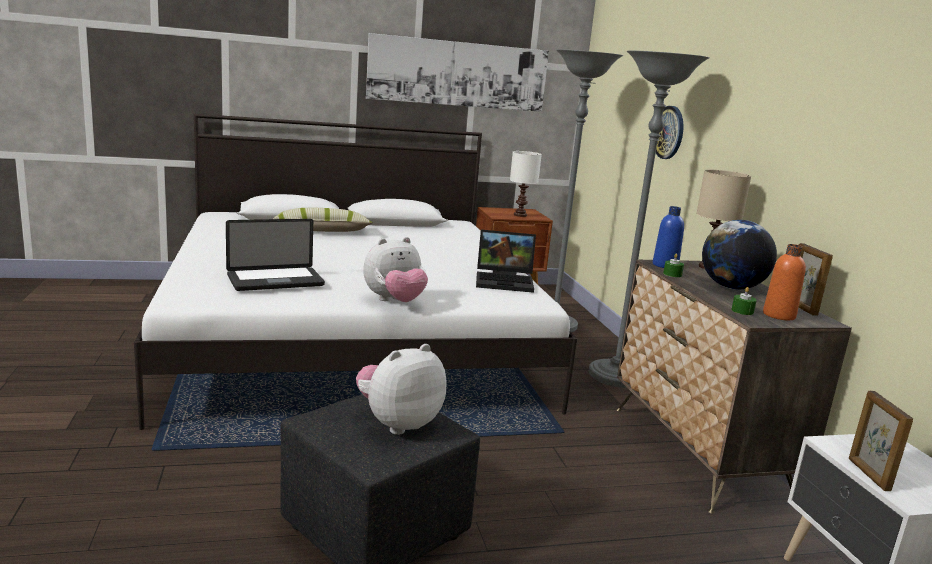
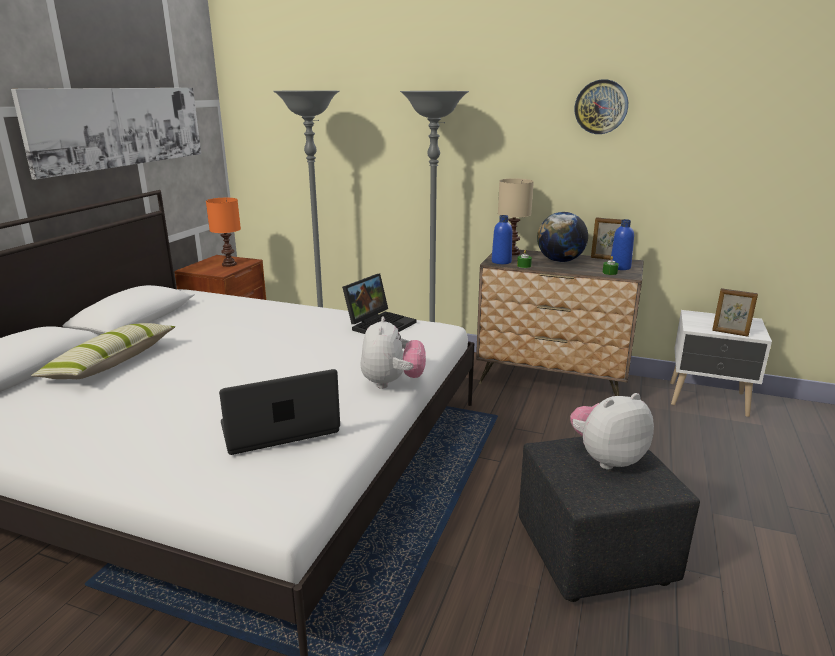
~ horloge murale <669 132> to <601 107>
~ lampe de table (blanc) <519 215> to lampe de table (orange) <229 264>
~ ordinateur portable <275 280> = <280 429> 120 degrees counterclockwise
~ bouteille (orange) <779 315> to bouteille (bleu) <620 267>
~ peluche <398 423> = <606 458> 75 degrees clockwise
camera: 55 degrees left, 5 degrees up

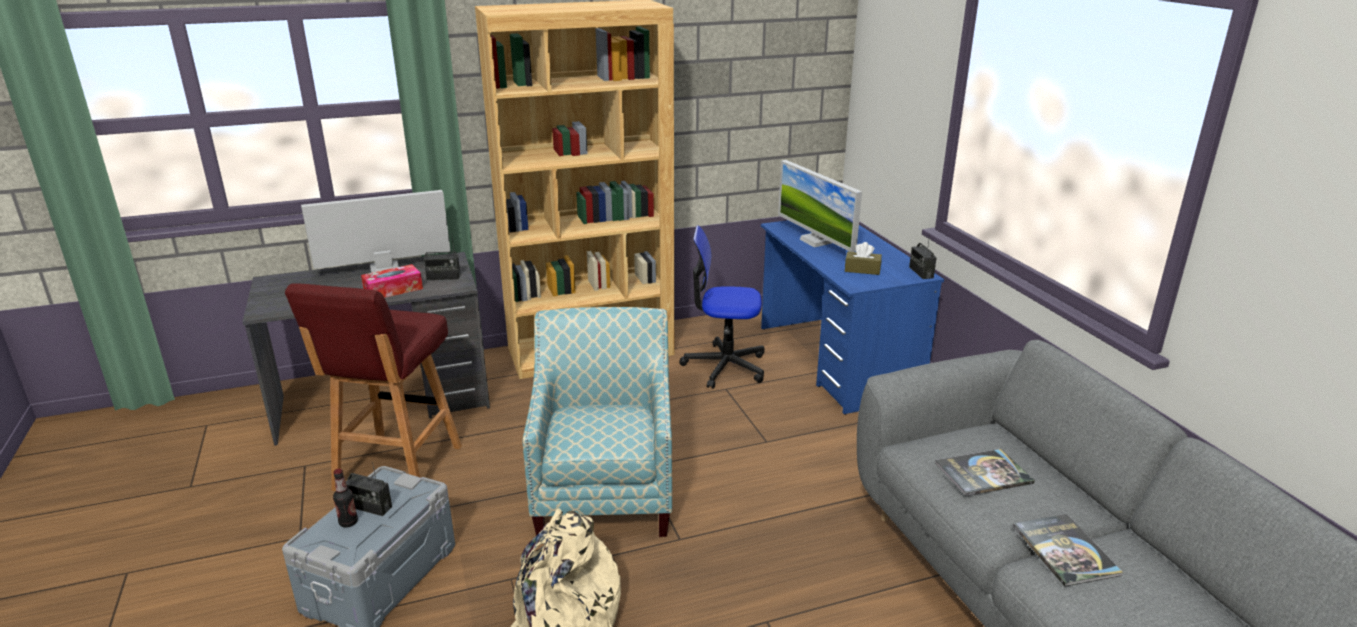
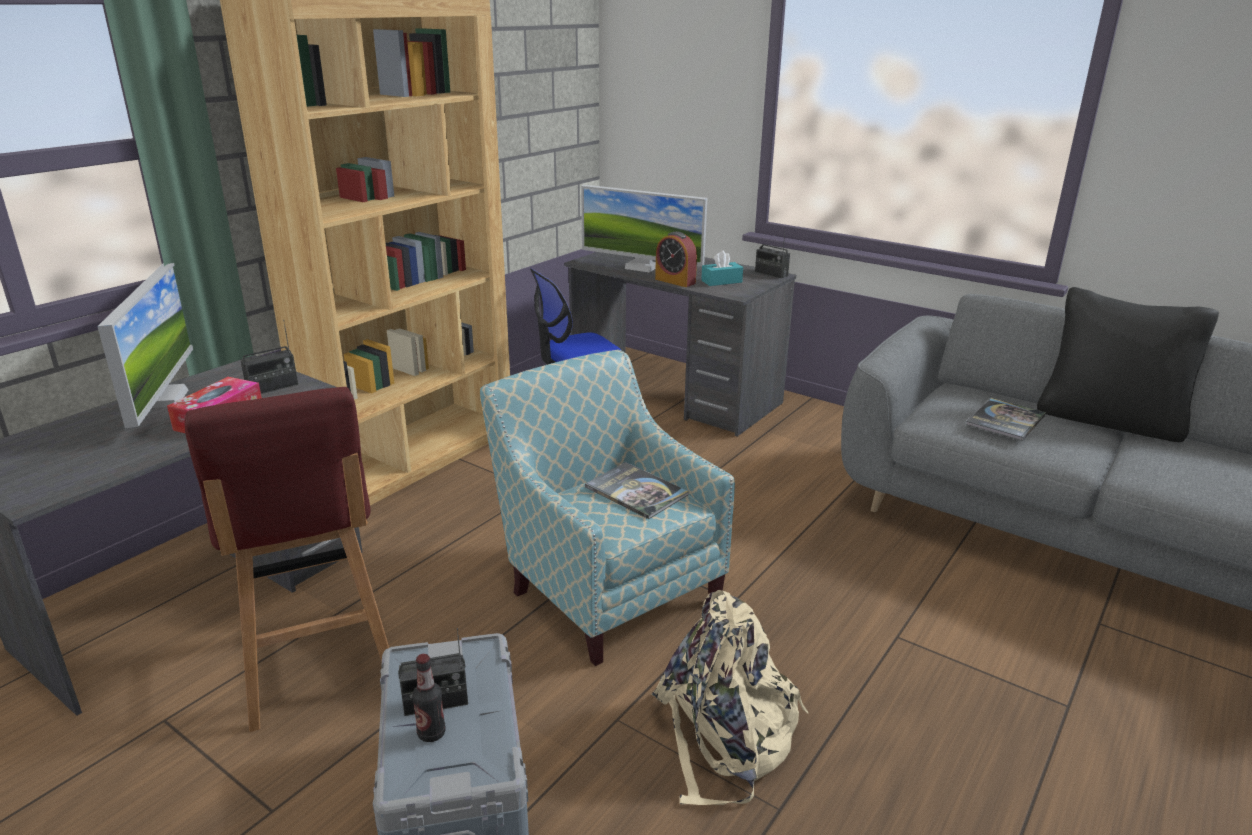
~ écran d'ordinateur <385 269> = <164 399> 135 degrees clockwise
~ bureau (bleu) <836 361> to bureau (gris) <674 394>
~ boîte à mouchoirs (marron) <862 270> to boîte à mouchoirs (turquoise) <721 281>
~ livre <1065 550> to <636 491>
+ réveil <675 281>
+ coussin (noir) <1109 420>
camera: 35 degrees left, 0 degrees up

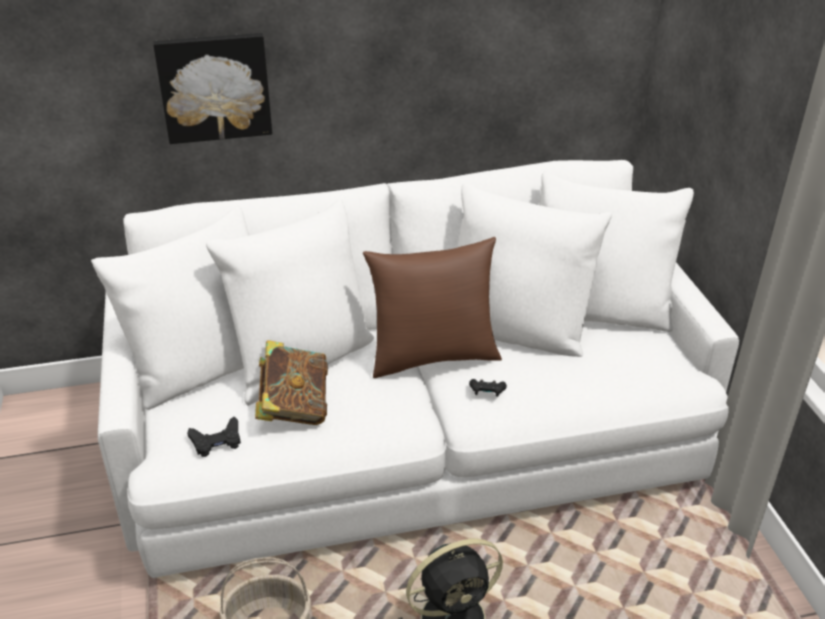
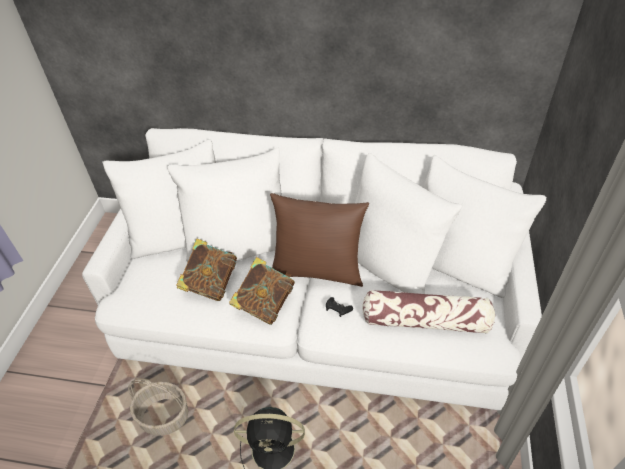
- tableau <214 87>
- manette (noir) <216 441>
+ livre <264 304>
+ coussin <426 321>
camera: 25 degrees right, 10 degrees up

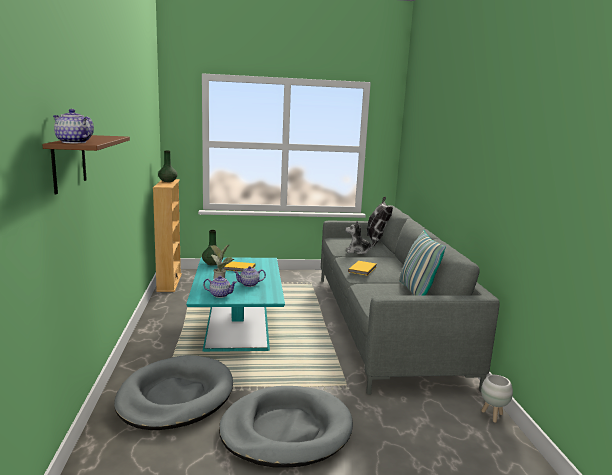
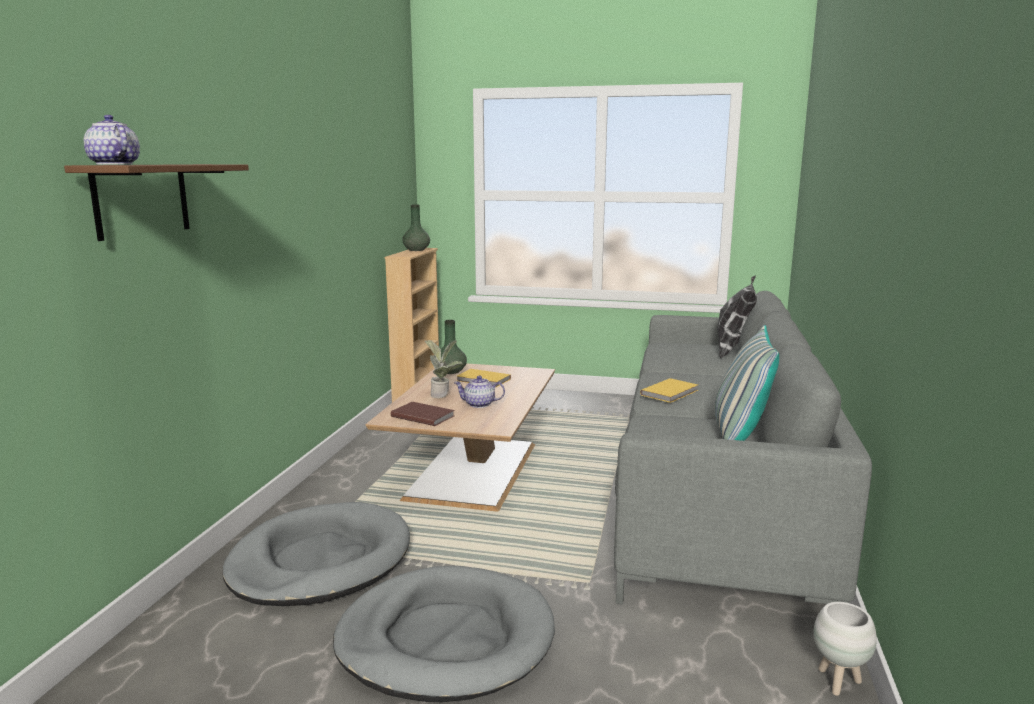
- peluche <358 251>
~ table basse (turquoise) <237 327> to table basse (marron) <473 472>
~ théière <220 295> to livre (marron) <423 416>
camera: 20 degrees right, 0 degrees up

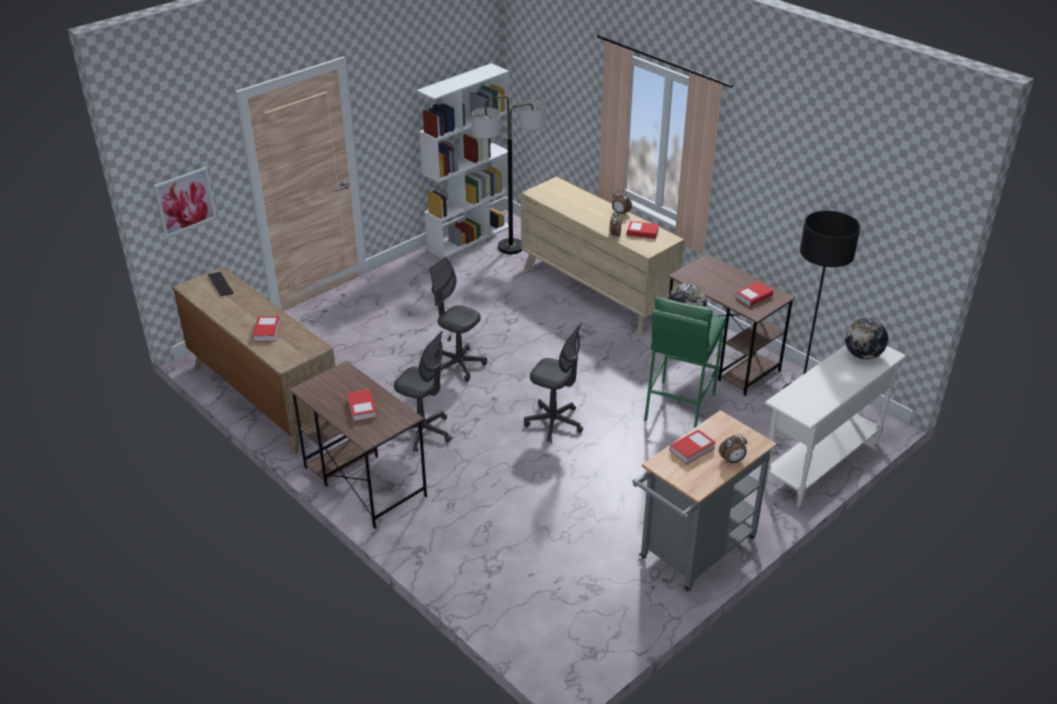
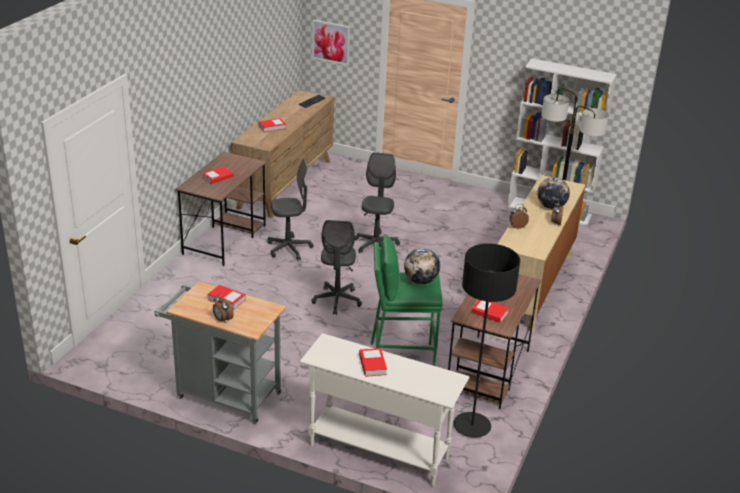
~ livre <642 232> to <372 365>
~ globe <862 355> to <551 207>
~ chaise de bureau (gris) <423 432> = <289 249> 105 degrees counterclockwise
camera: 65 degrees right, 5 degrees down

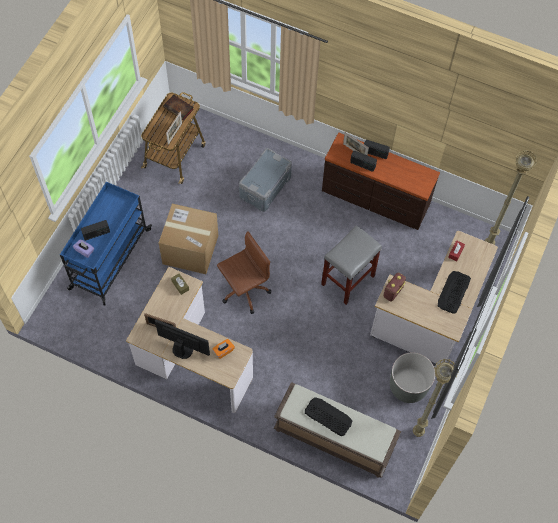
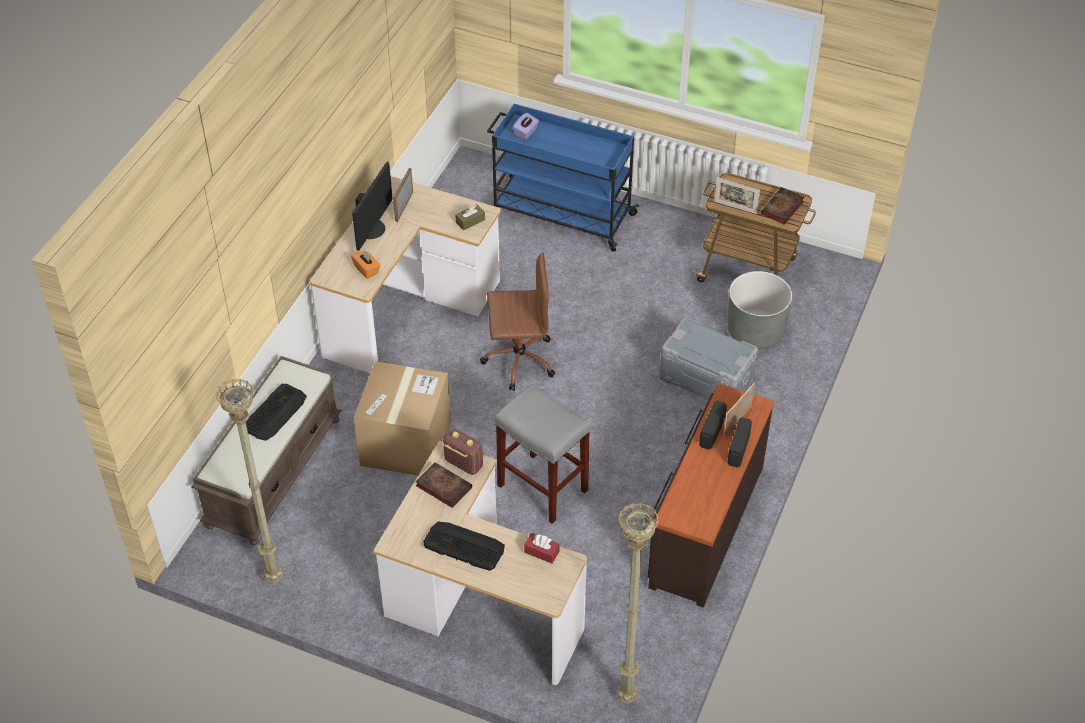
~ carton <190 249> to <406 443>
- radio <96 233>
~ chaise de bureau (marron) <243 290> = <518 360> 60 degrees counterclockwise
~ cache-pot (gris) <408 386> to <755 332>
+ livre <442 486>
camera: 90 degrees right, 15 degrees down

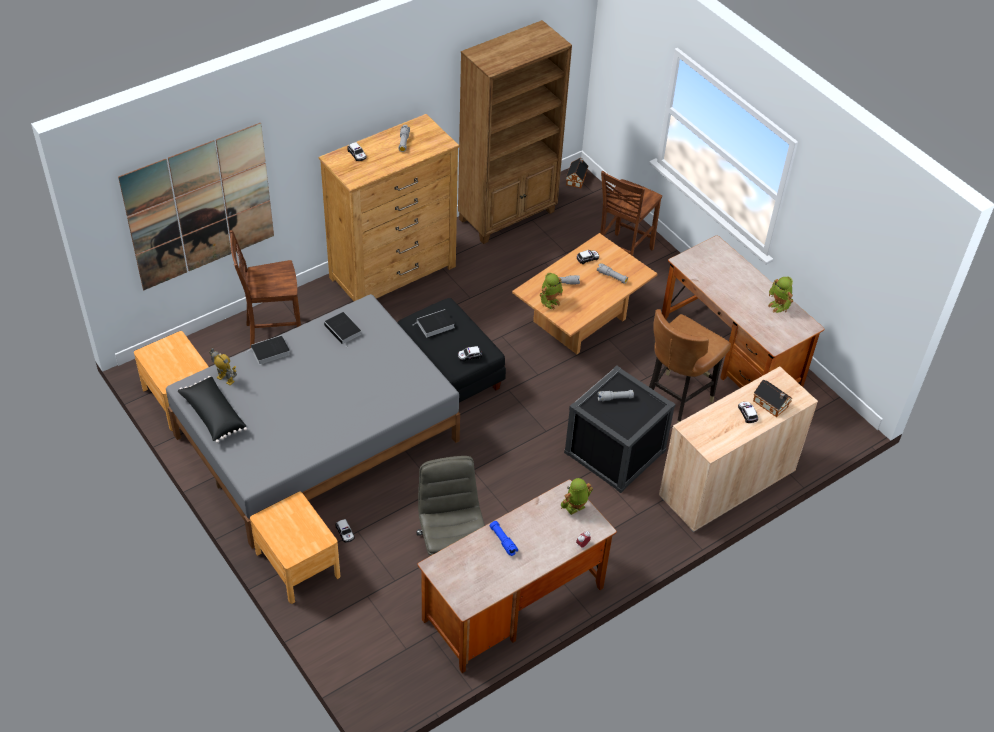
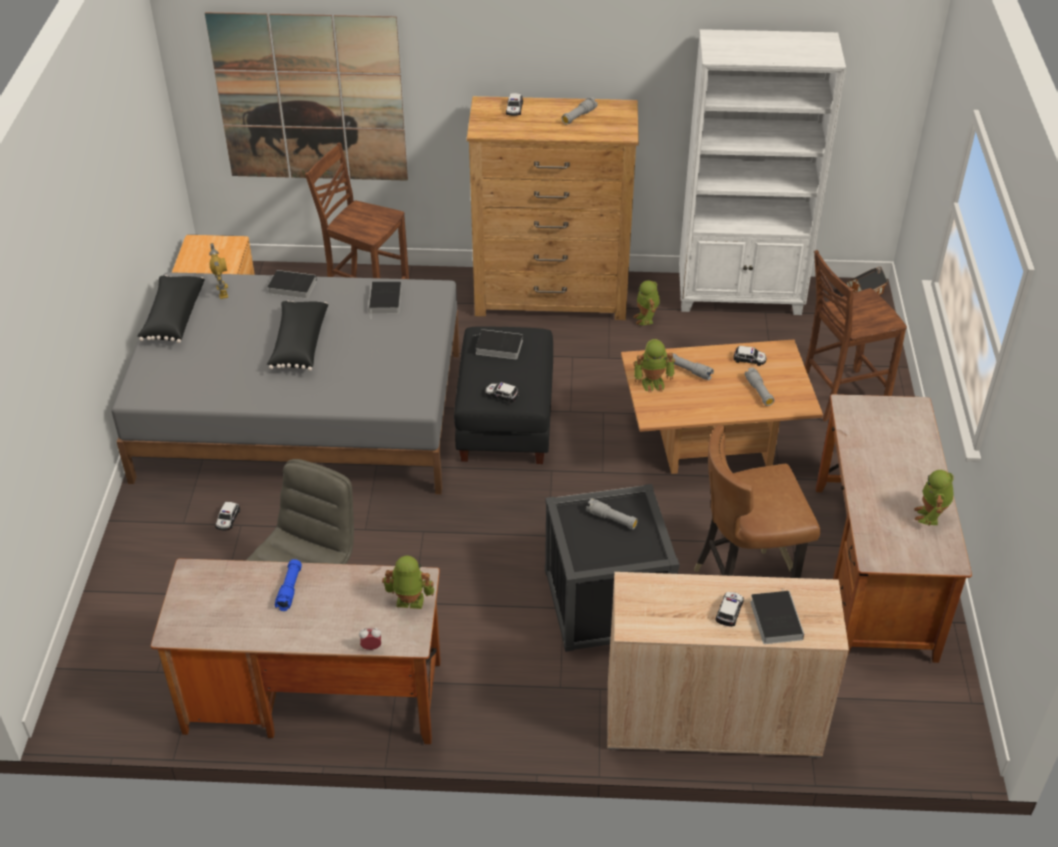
~ bibliothèque (marron) <508 216> to bibliothèque (blanc) <740 296>
~ maison miniature <771 405> to livre <775 618>
- table de chevet (marron) <297 564>
+ robot jouet <646 318>
+ coussin (noir) <298 344>
camera: 40 degrees right, 5 degrees down

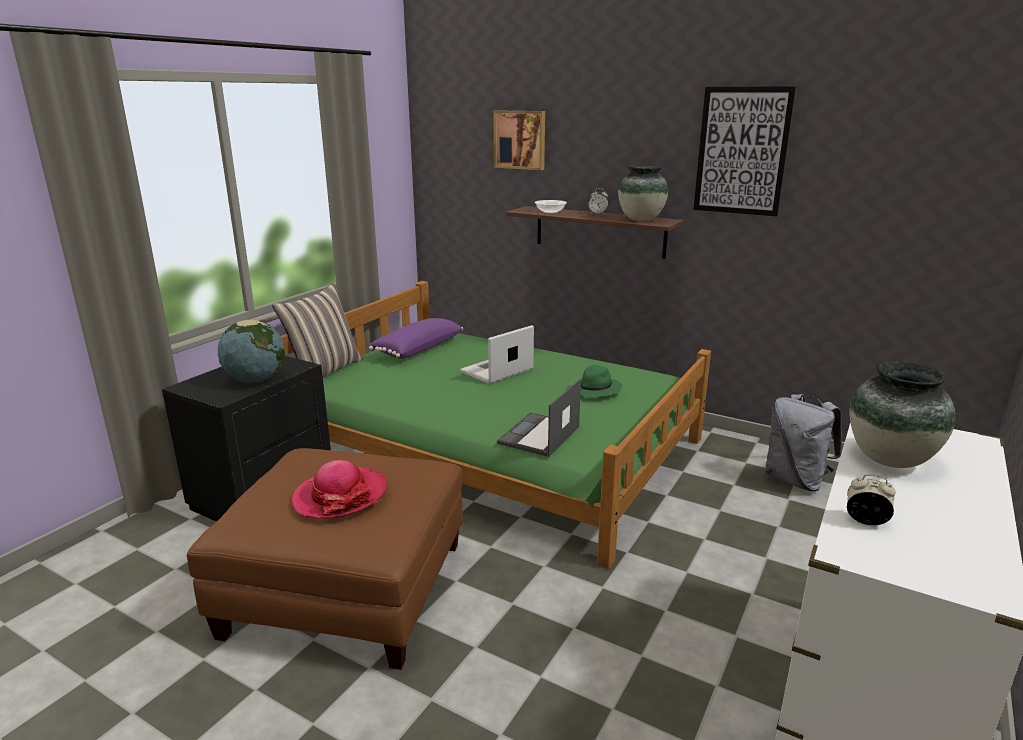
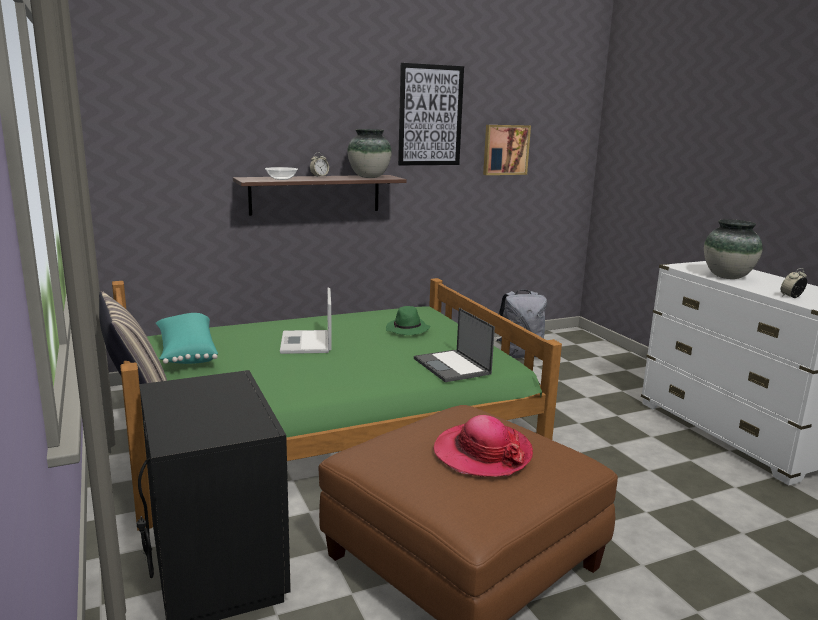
~ tableau <520 140> to <505 149>
~ coussin (violet) <417 349> to coussin (turquoise) <186 352>
- globe <255 380>
camera: 55 degrees left, 5 degrees down

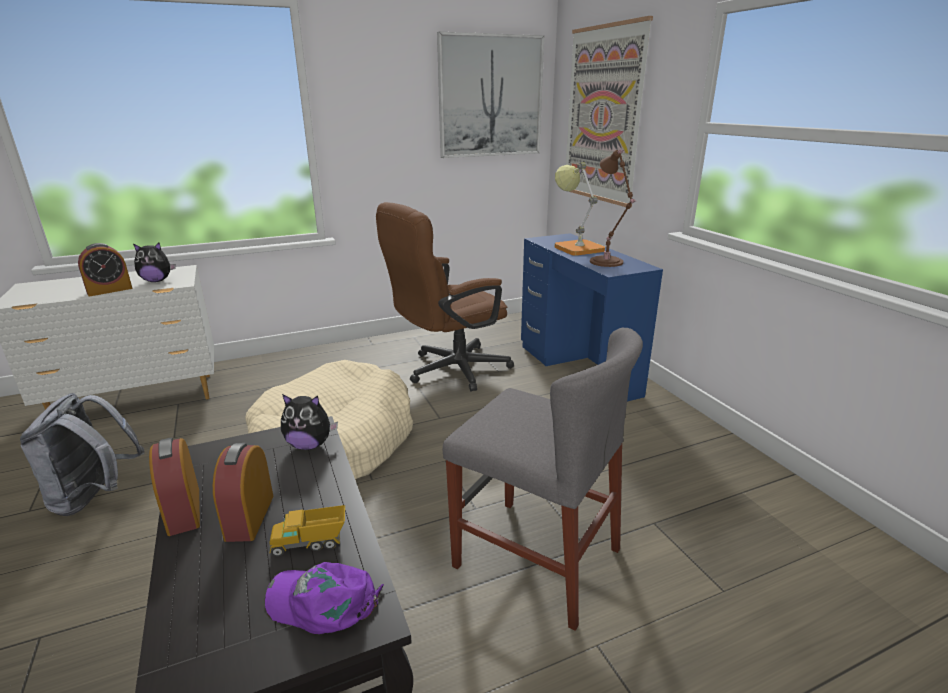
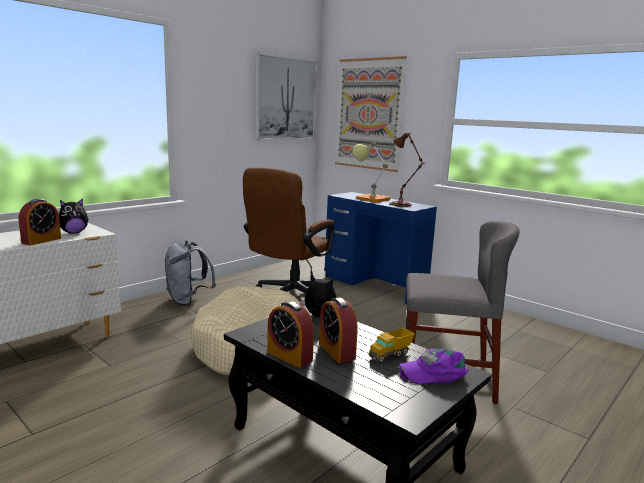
~ sac à dos (gris) <95 497> to <188 301>
~ peluche <310 445> = <318 317> 135 degrees counterclockwise
camera: 25 degrees left, 10 degrees down

